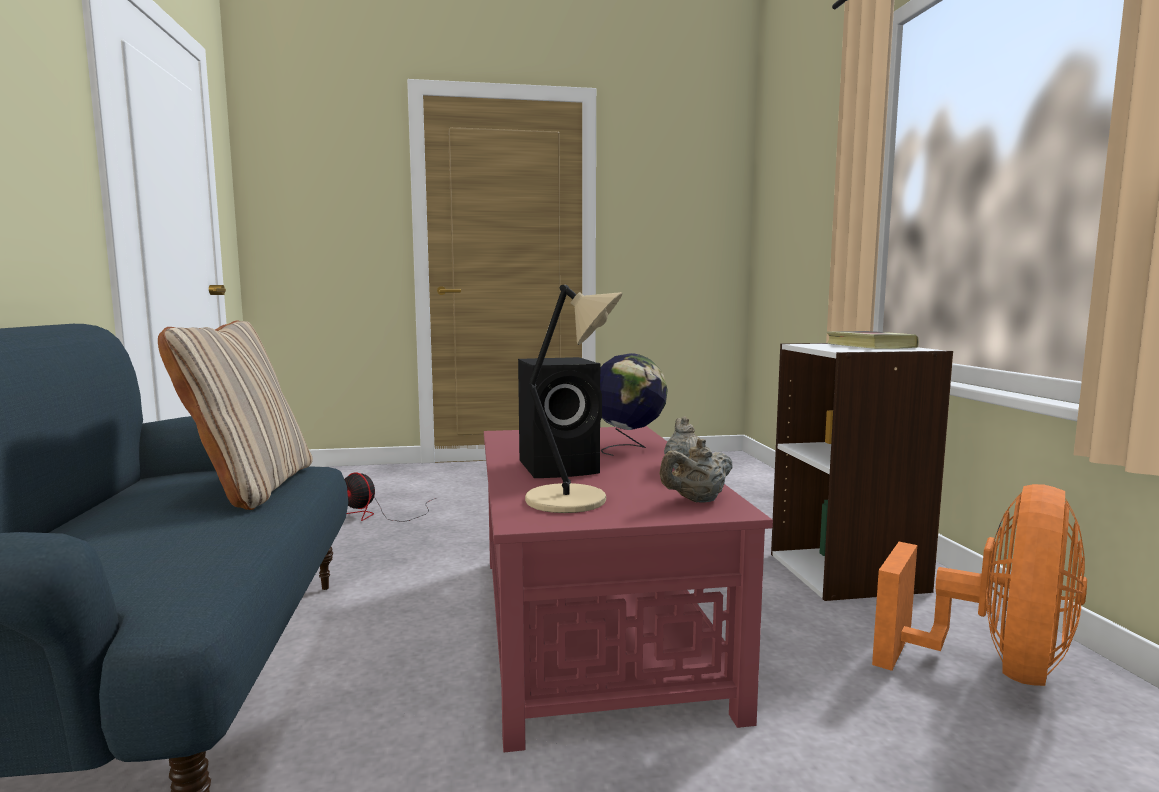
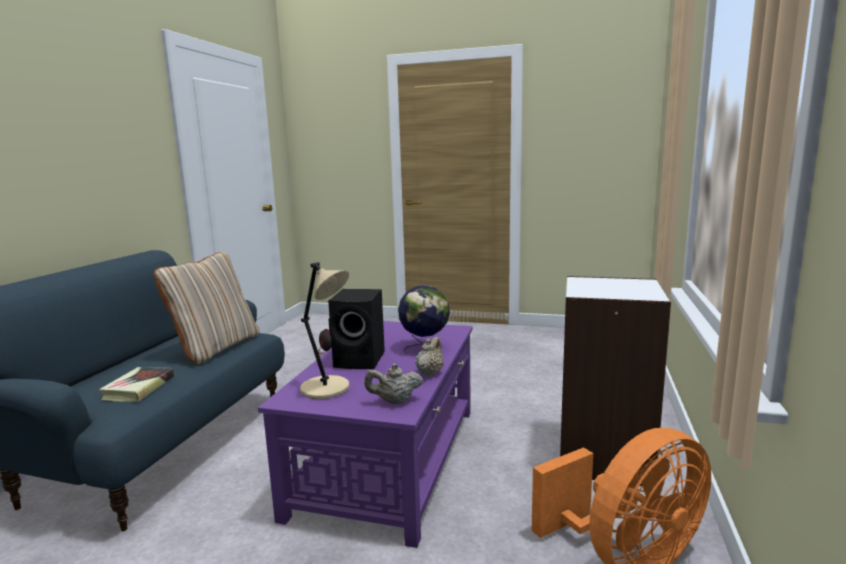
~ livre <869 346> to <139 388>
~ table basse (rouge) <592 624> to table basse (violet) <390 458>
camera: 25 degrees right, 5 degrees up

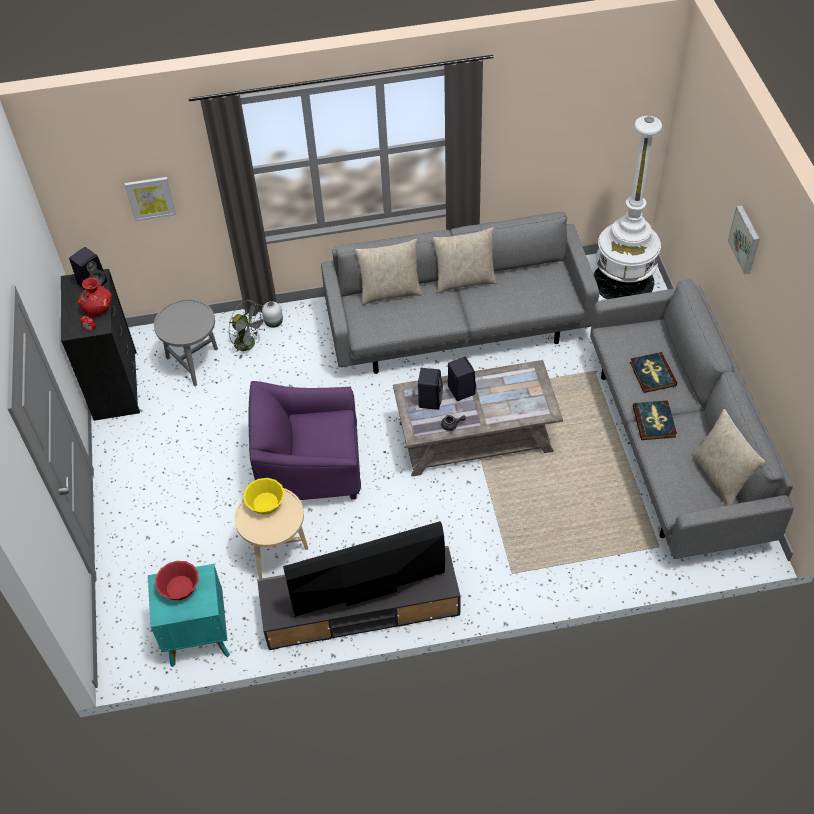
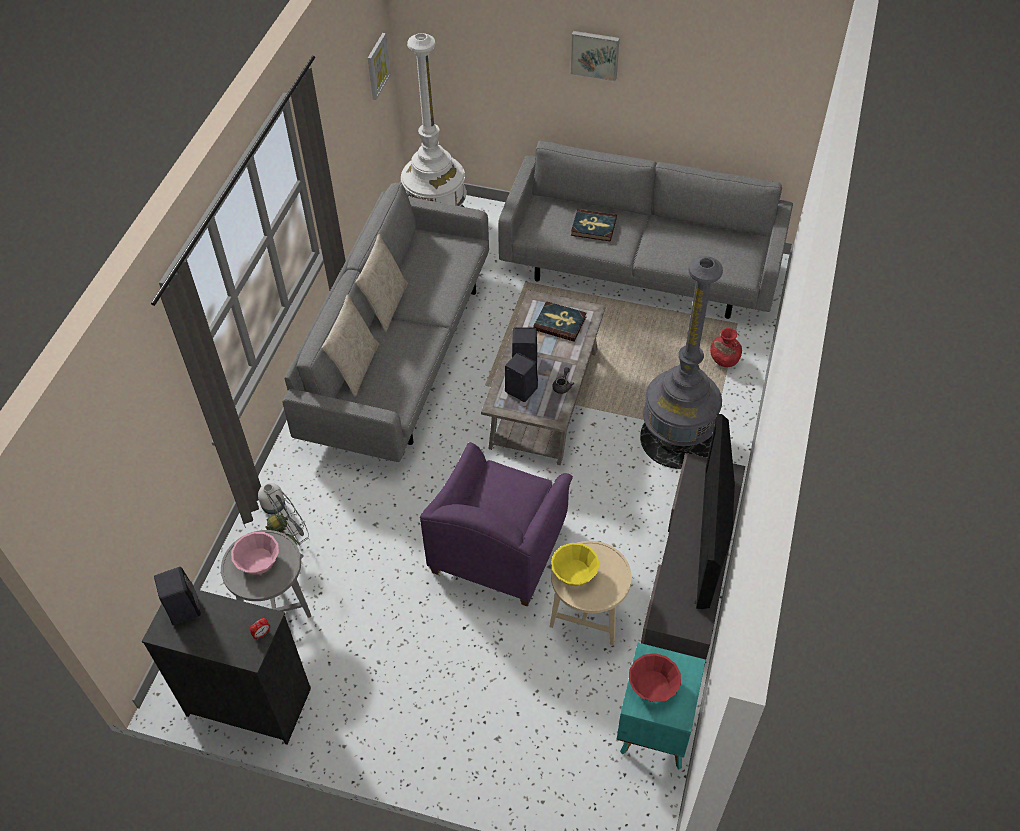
~ tableau <150 198> to <377 66>
~ vase (rouge) <98 309> to <723 359>
~ livre <654 422> to <560 323>
- coussin (beige) <720 476>
+ lampadaire (gris) <676 438>
+ bol (rose) <258 560>
camera: 65 degrees left, 0 degrees up

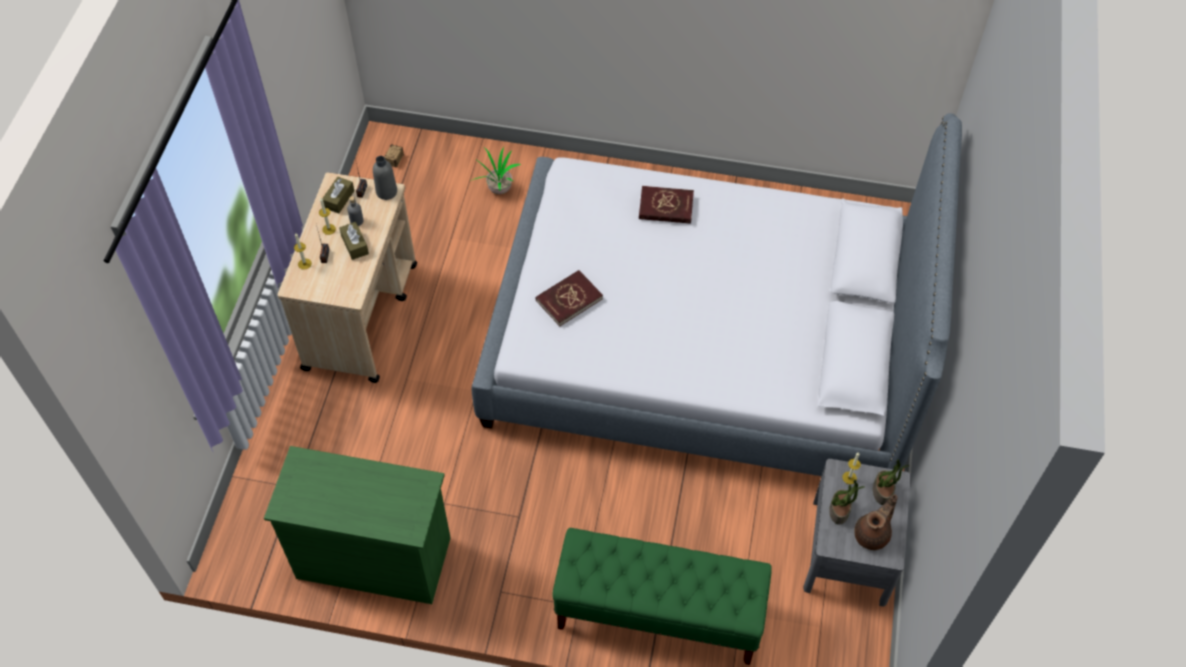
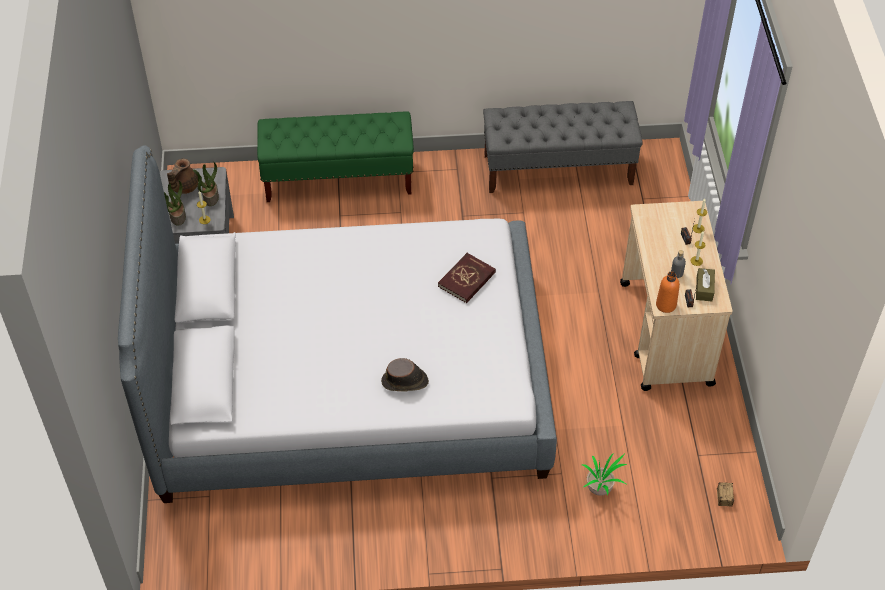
~ bouteille (gris) <386 192> to bouteille (orange) <666 305>
~ livre (rouge) <666 207> to chapeau (marron) <405 381>
- boîte à mouchoirs (marron) <355 245>
~ commode (vert) <373 557> to banc (gris) <558 169>
camera: 165 degrees right, 5 degrees down

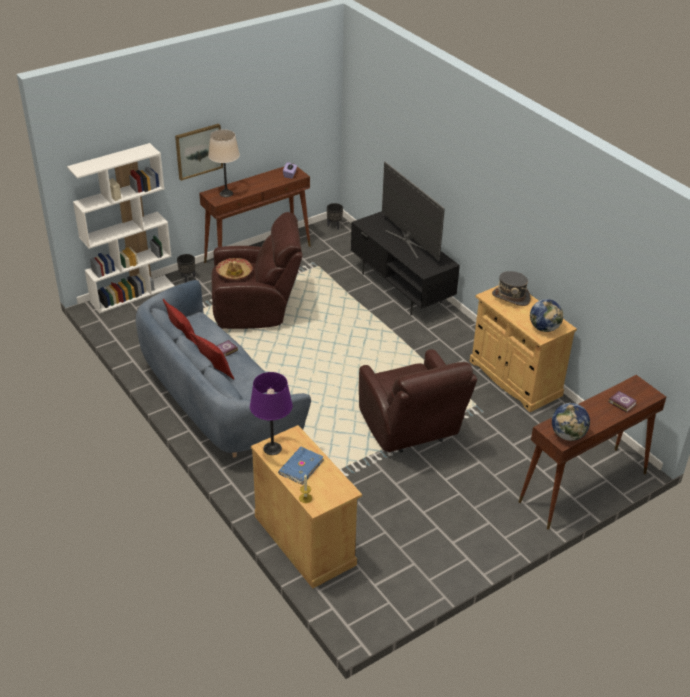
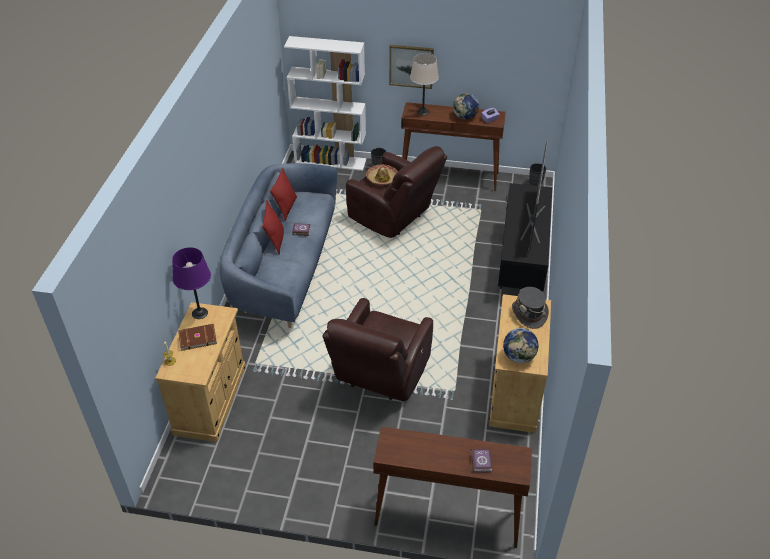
~ globe <568 435> to <465 117>
~ livre (bleu) <300 467> to livre (marron) <197 338>
camera: 45 degrees right, 5 degrees up

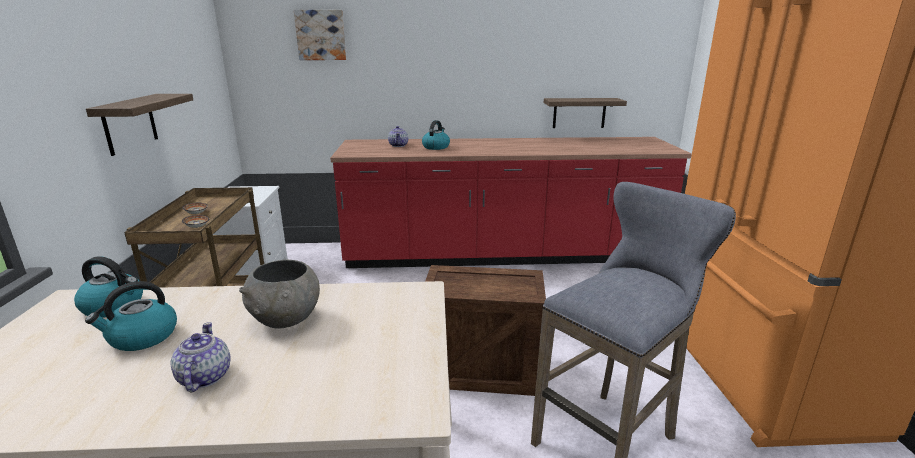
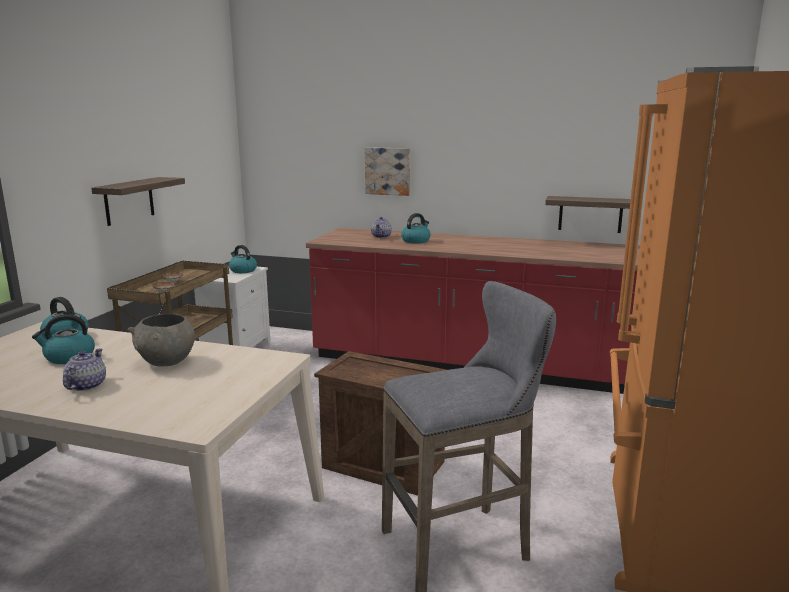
~ tableau <321 35> to <388 171>
+ bouilloire <242 270>
camera: 20 degrees right, 5 degrees down

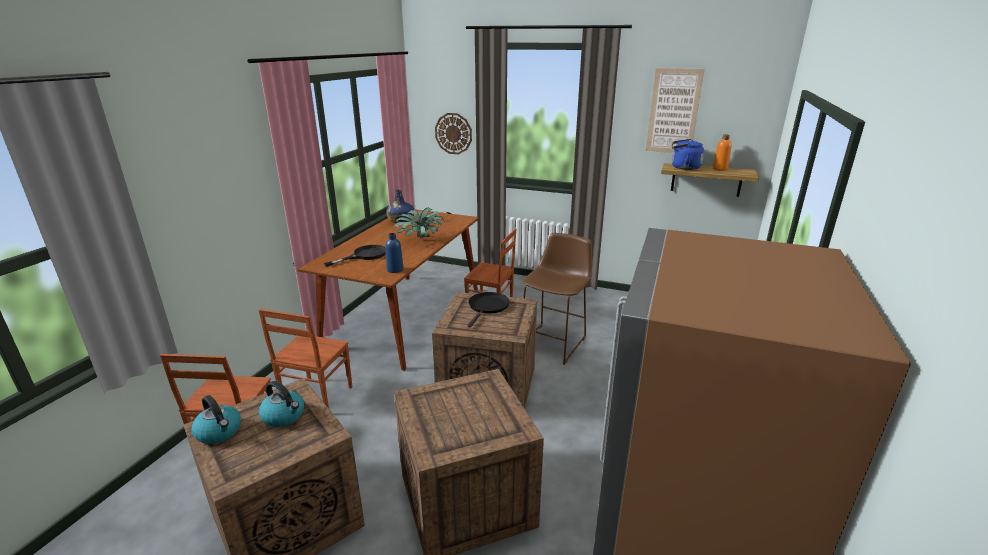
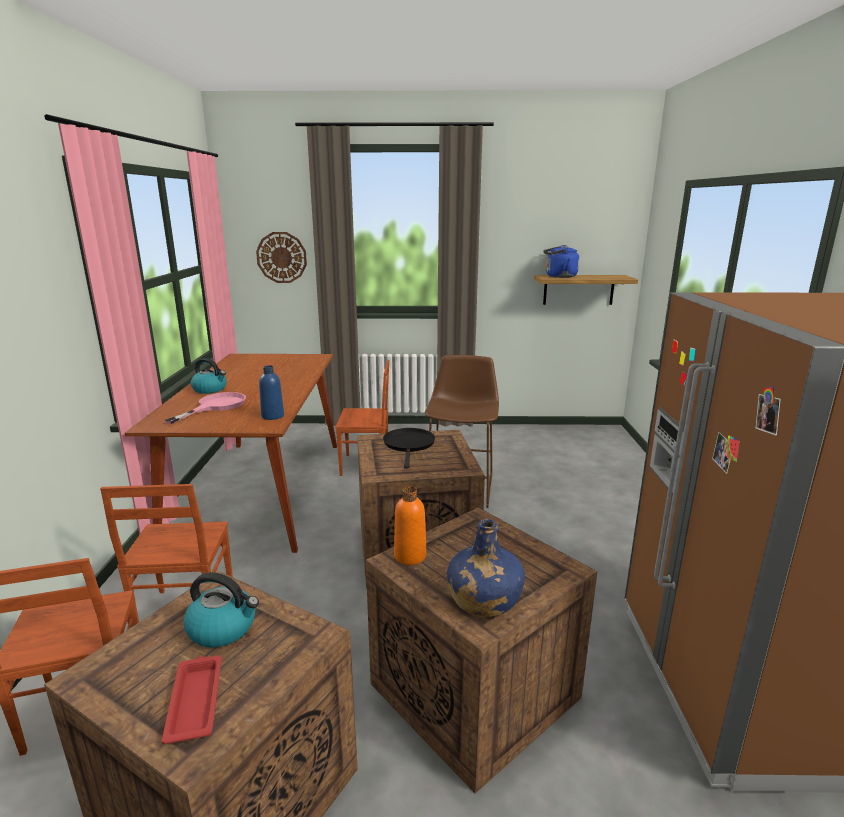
- tableau <673 111>
~ bouteille (orange) <720 169> to <410 556>
~ bouteille (bleu) <401 221> to <483 599>
- plante en pot <422 241>
~ poêle (noir) <364 255> to poêle (rose) <216 406>
~ bouilloire <219 432> to <210 389>
+ plateau (rouge) <195 701>
camera: 20 degrees left, 5 degrees down

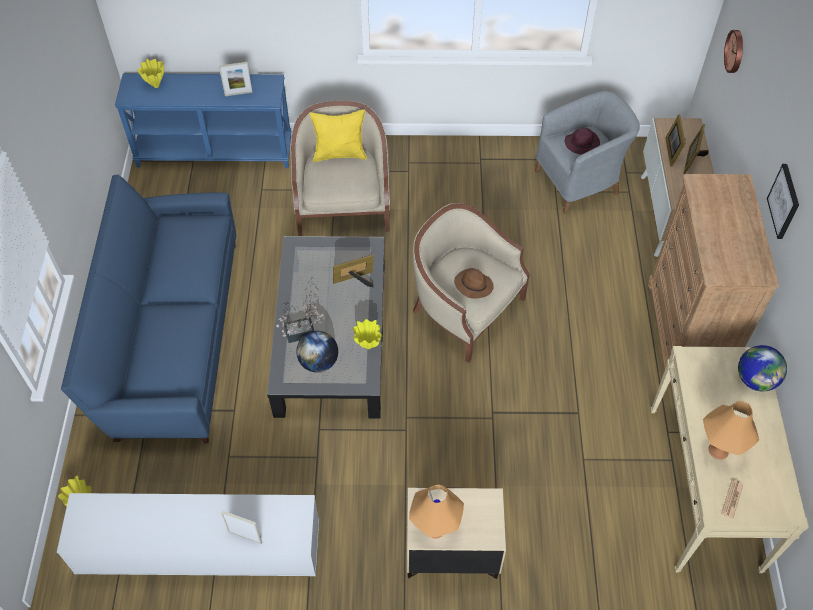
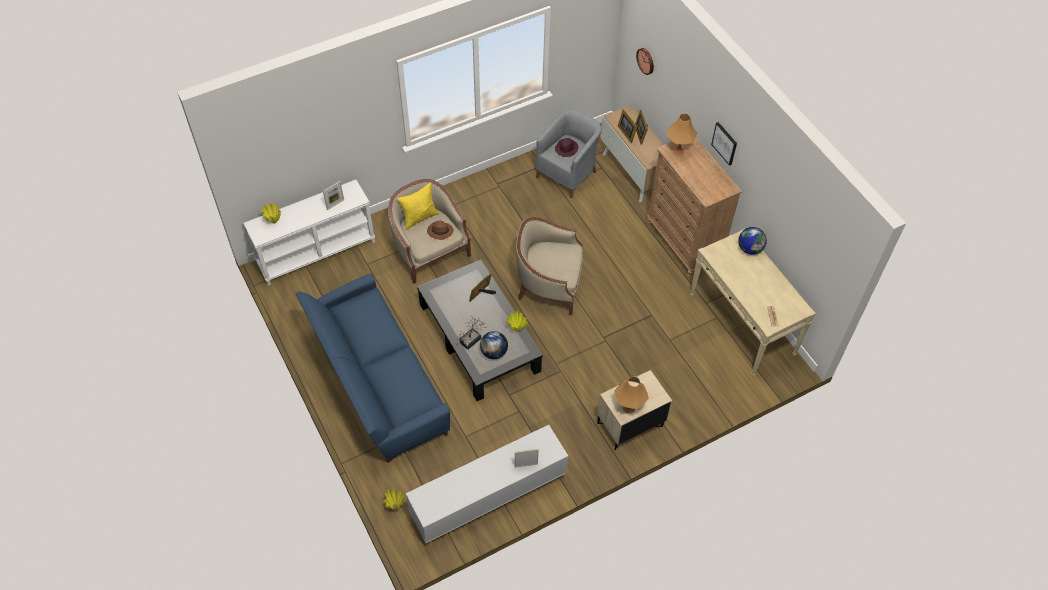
~ table console (bleu) <215 152> to table console (blanc) <316 252>
~ chapeau (marron) <473 285> to <439 231>
~ lampe de table (orange) <718 450> to <678 151>
camera: 30 degrees left, 0 degrees up

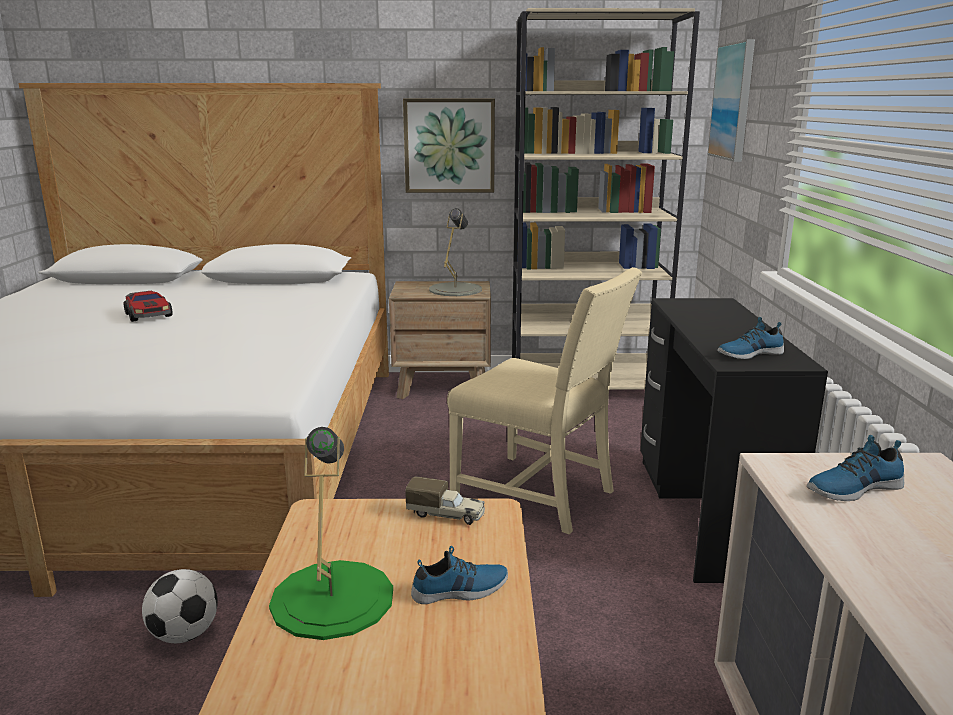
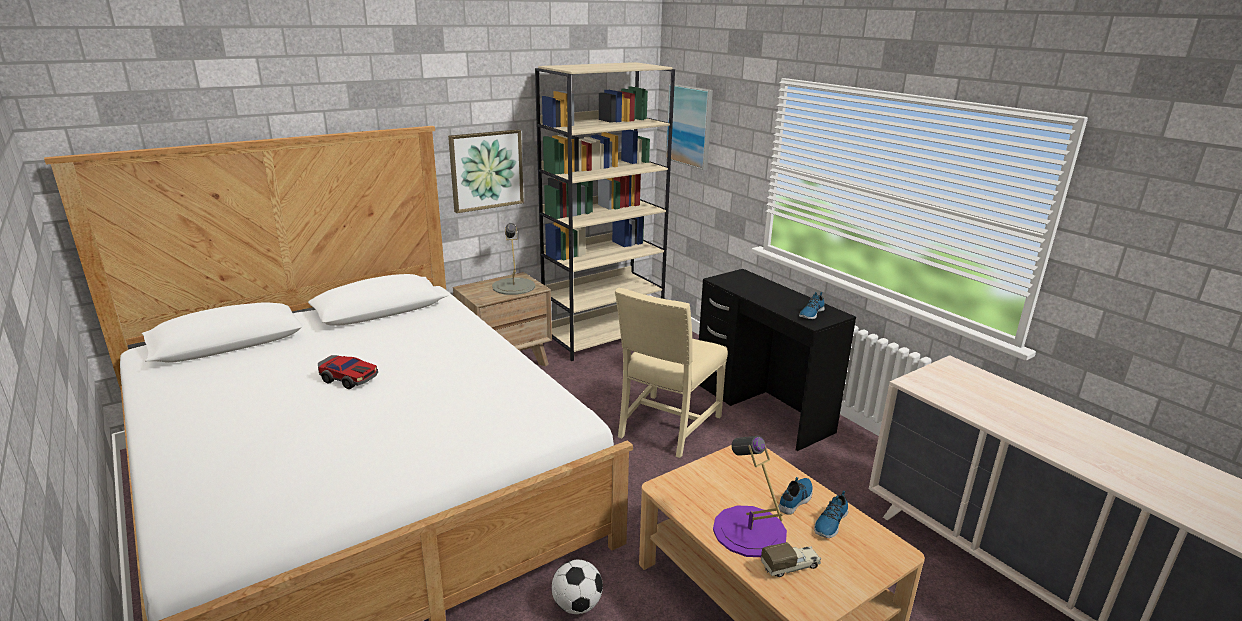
~ chaise (beige) <539 495> = <666 427> 120 degrees clockwise
~ lampe de table (vert) <332 598> to lampe de table (violet) <749 531>
~ chaussure <852 488> to <830 522>
~ camion jouet <446 514> to <791 566>
camera: 35 degrees left, 5 degrees up

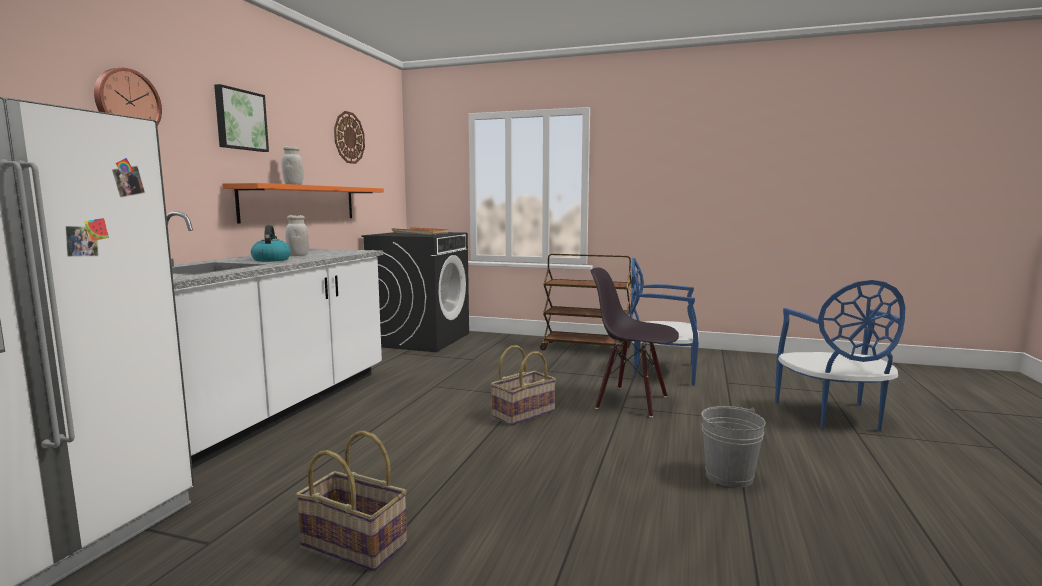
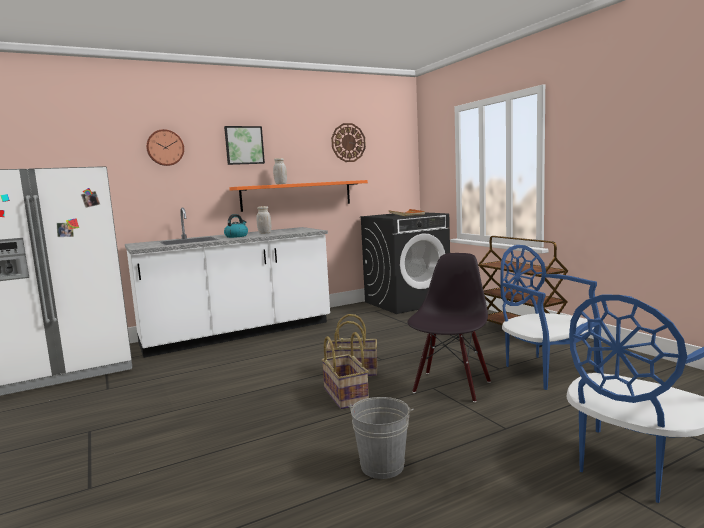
~ chaise (noir) <632 401> = <450 386> 45 degrees clockwise
~ panier <355 543> to <346 395>
camera: 45 degrees right, 0 degrees up

